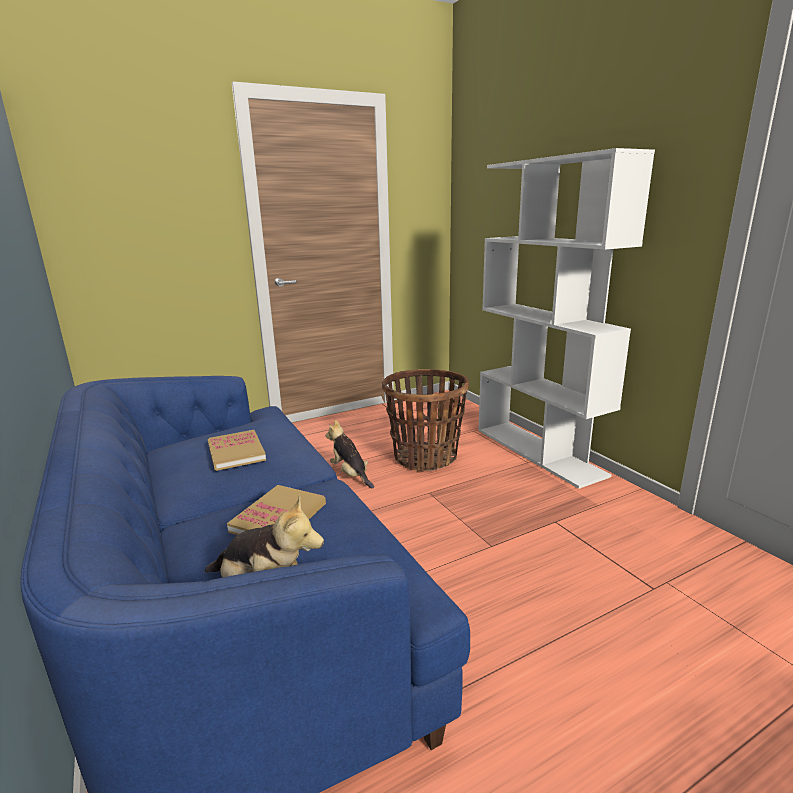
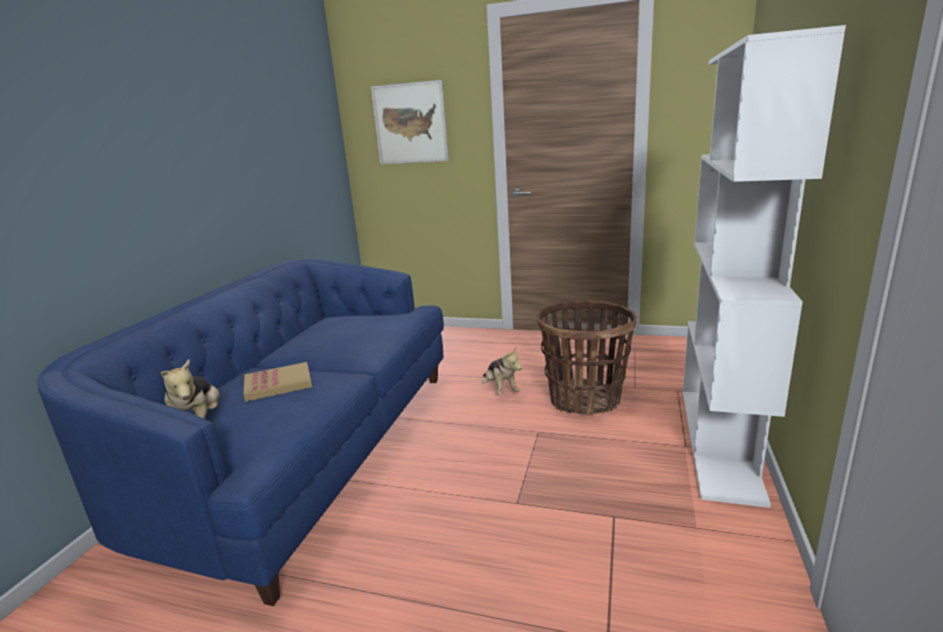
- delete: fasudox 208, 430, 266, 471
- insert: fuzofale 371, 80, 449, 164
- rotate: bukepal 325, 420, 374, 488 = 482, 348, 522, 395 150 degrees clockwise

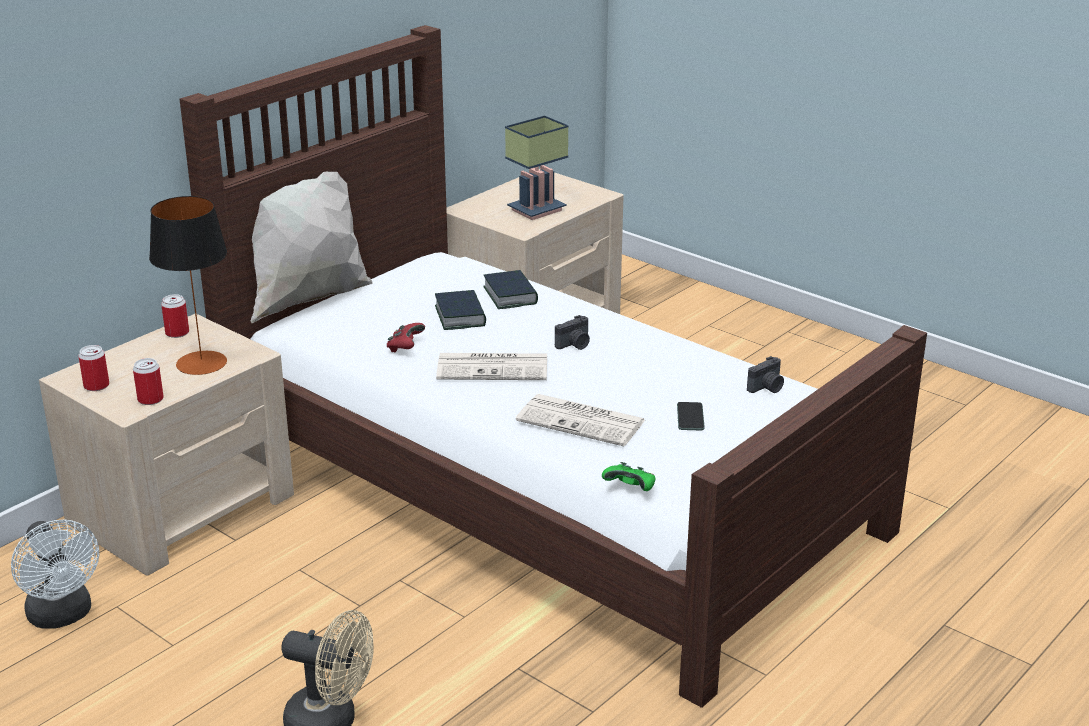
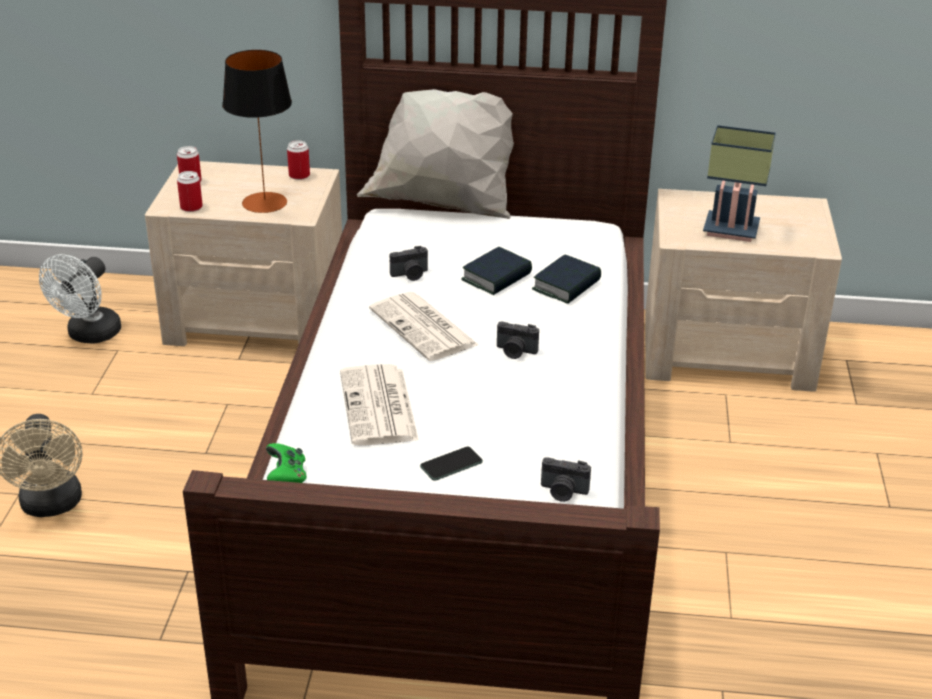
- replace: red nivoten 387, 323, 425, 352 to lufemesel 390, 246, 428, 281

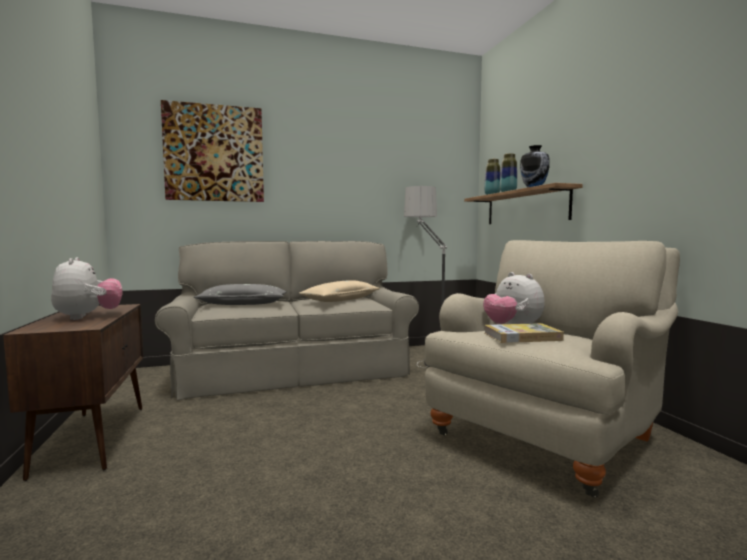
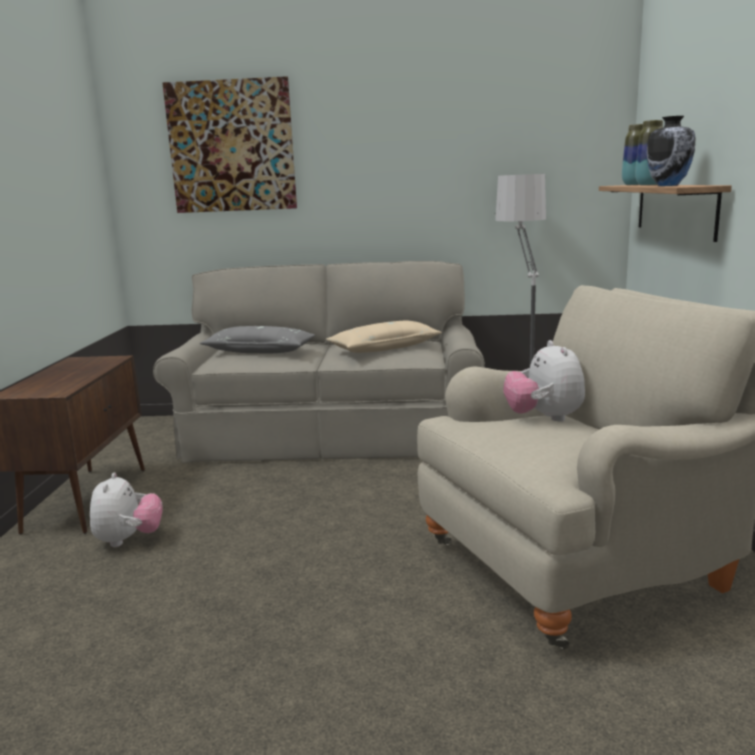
- delete: fasudox 485, 323, 564, 343
- move: bukepal 51, 257, 122, 320 to 90, 472, 163, 547

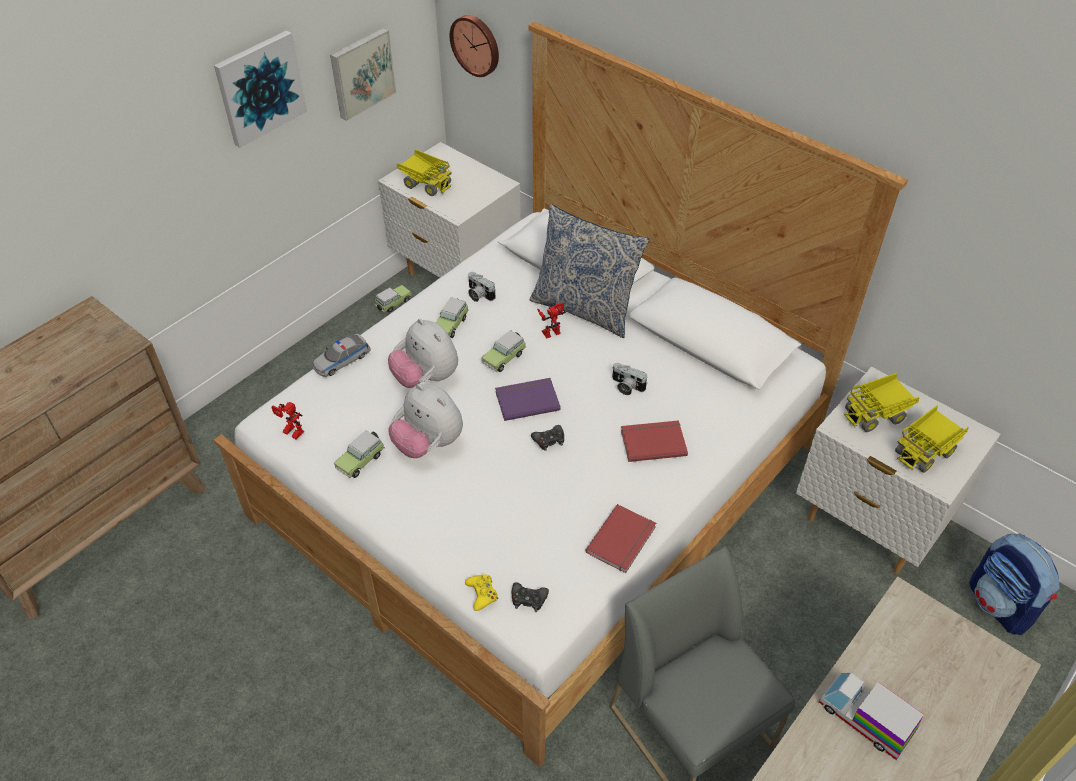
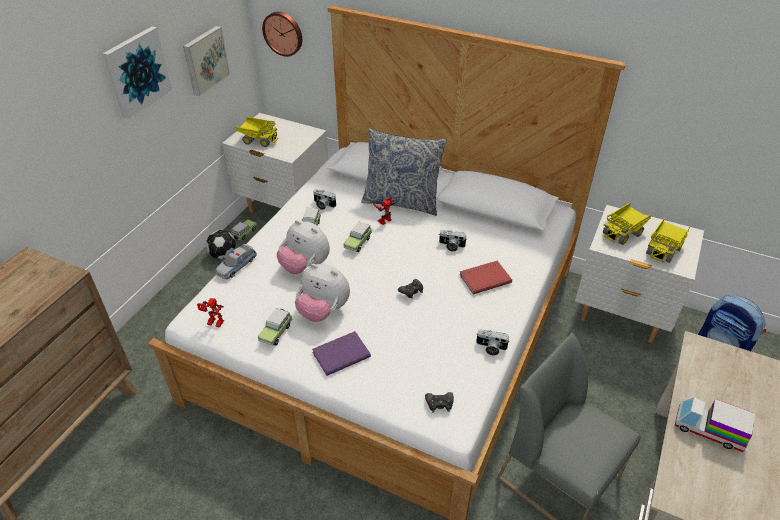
- delete: yellow nivoten 465, 574, 498, 611
- insert: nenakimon 206, 230, 236, 259
- move: purple fasudox 495, 378, 561, 421 to 312, 331, 371, 376
- replace: red fasudox 586, 504, 656, 573 to lufemesel 476, 329, 510, 356

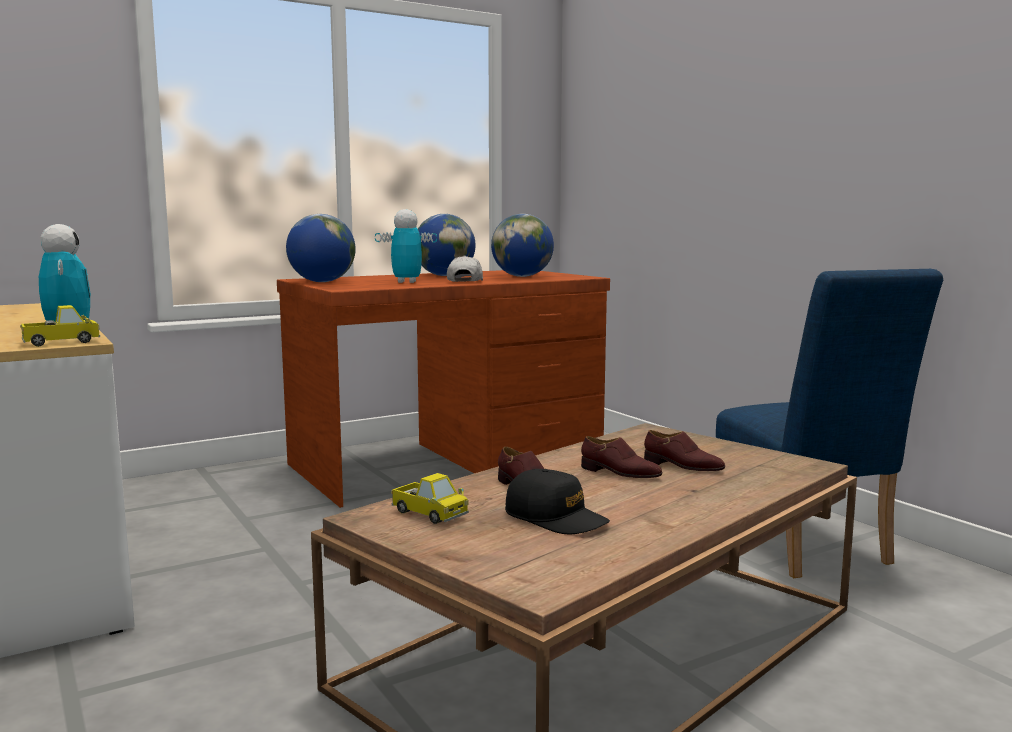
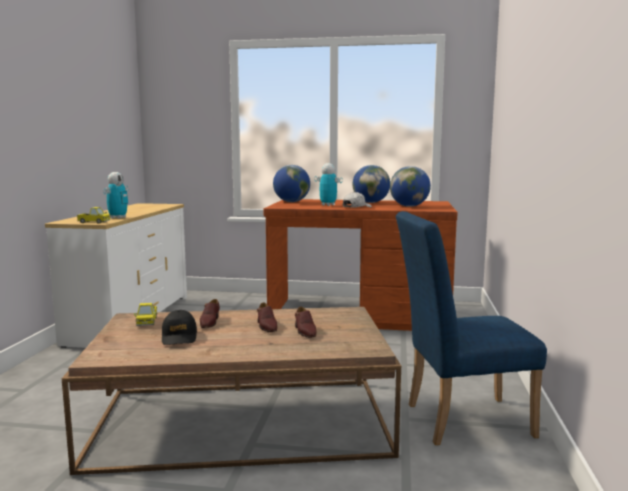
- rotate: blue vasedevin 716, 269, 943, 578 = 396, 211, 547, 445 60 degrees clockwise

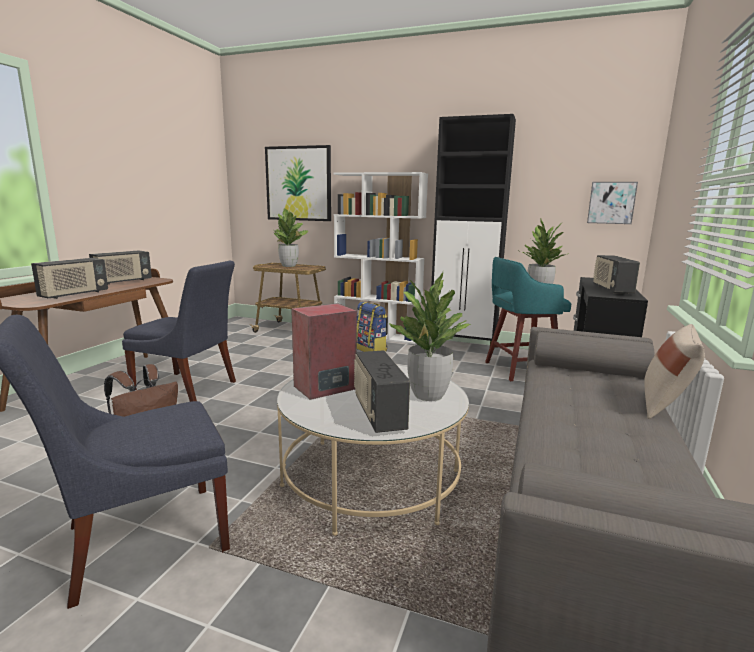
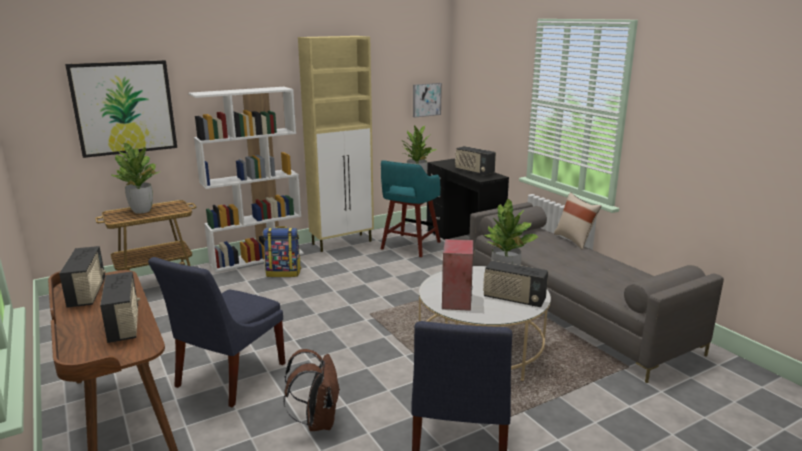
- recolor: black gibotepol 431, 114, 516, 345 to beige gibotepol 298, 36, 374, 252
- rotate: blue vasedevin 122, 261, 236, 402 = 148, 257, 285, 407 150 degrees clockwise

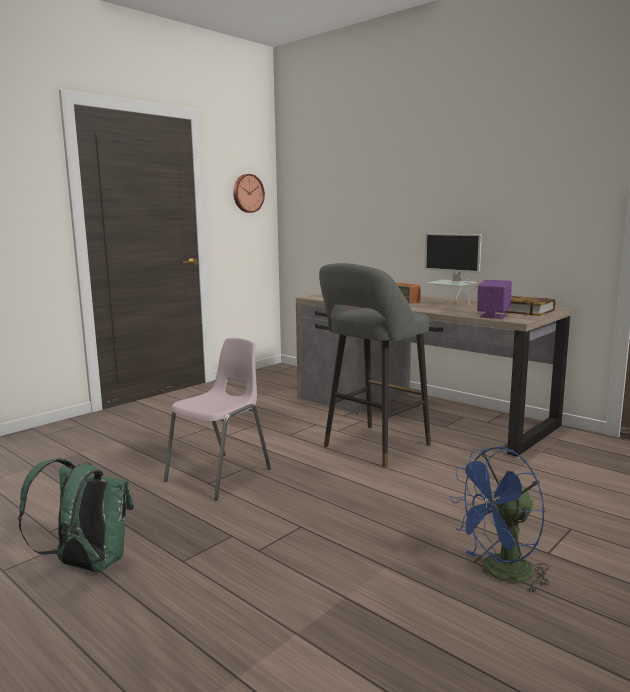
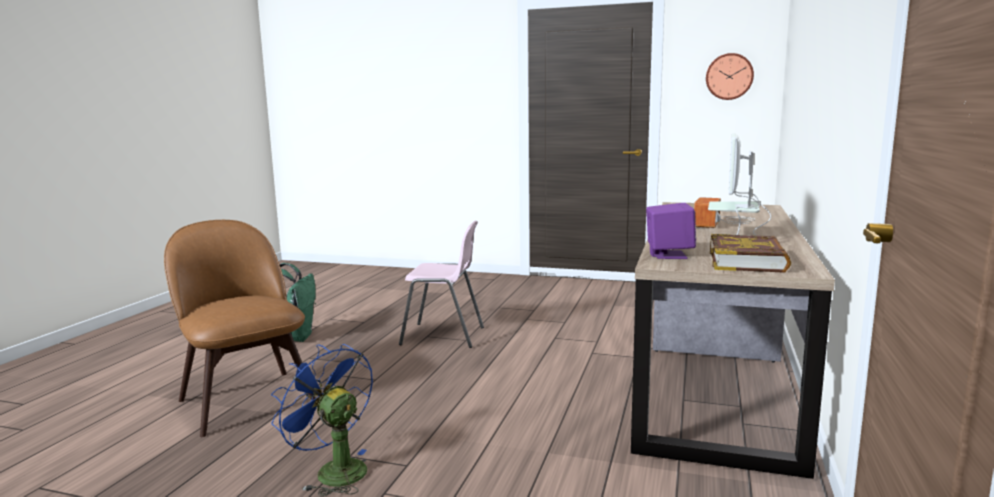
- delete: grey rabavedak 319, 263, 431, 467
- insert: brown vasedevin 164, 220, 316, 437

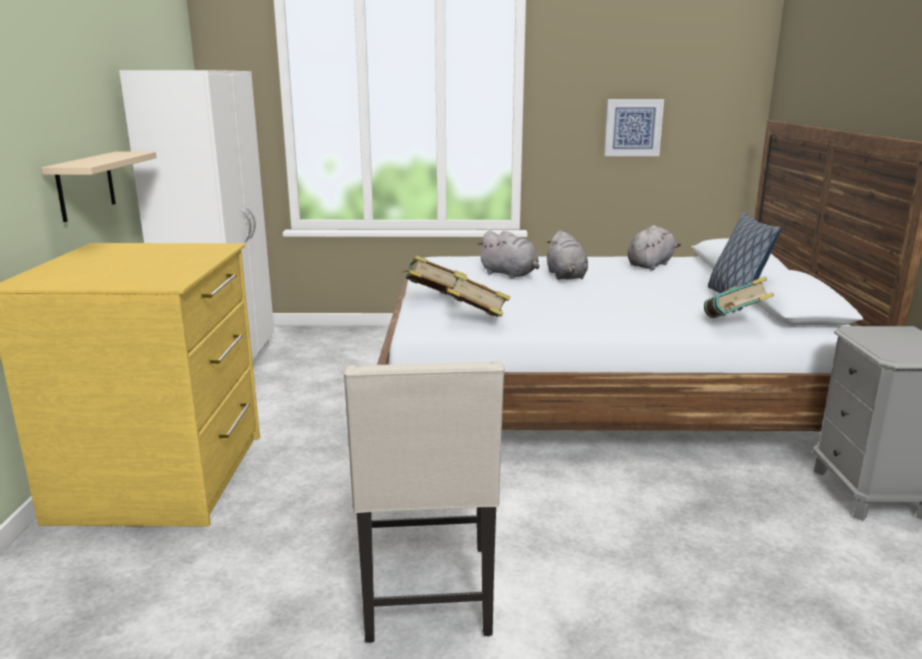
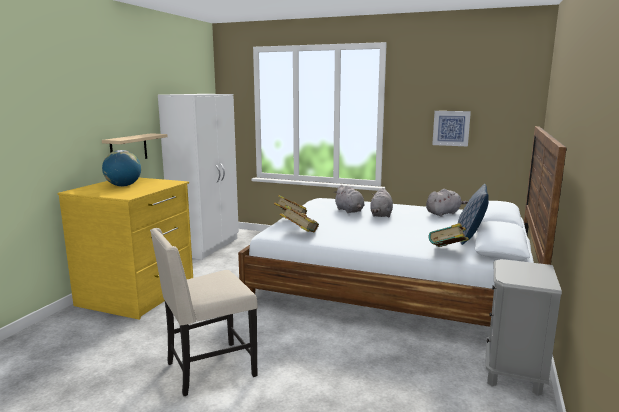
- insert: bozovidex 102, 150, 141, 187
- rotate: beige vasedevin 343, 361, 505, 643 = 150, 228, 258, 396 45 degrees clockwise

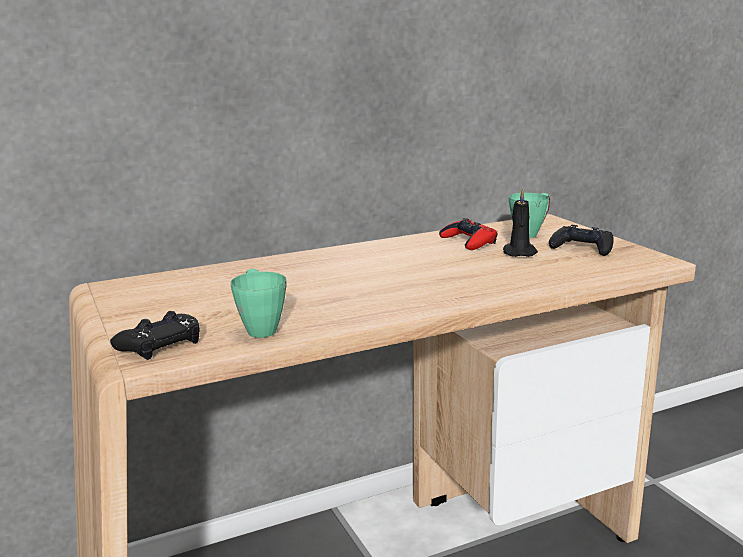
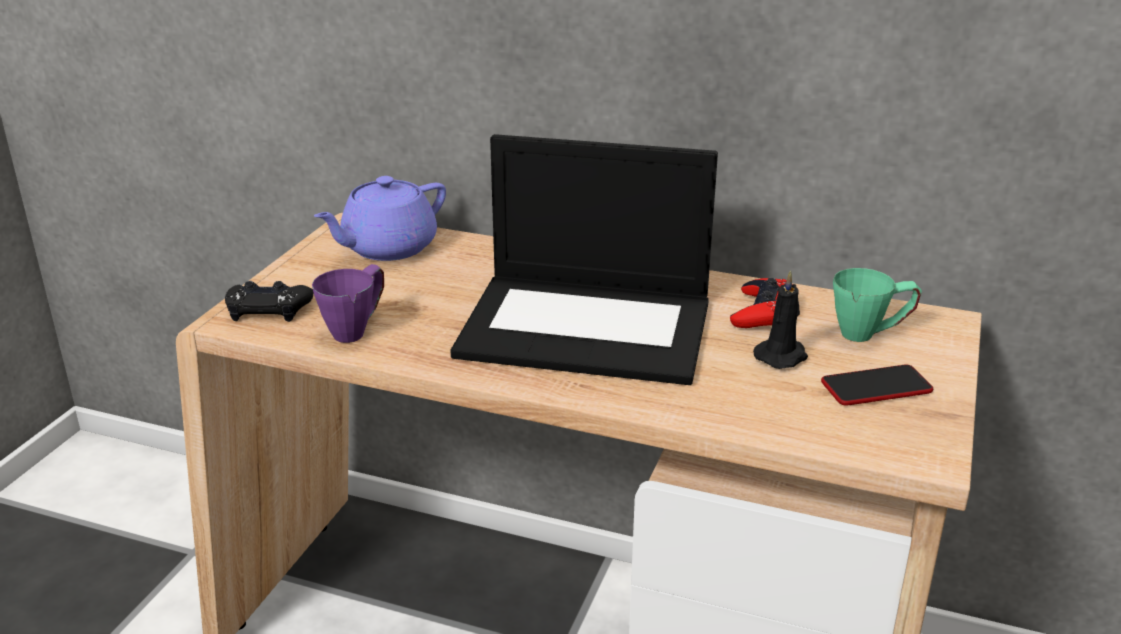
- insert: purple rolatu 314, 176, 446, 261
- insert: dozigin 450, 134, 718, 385
- replace: black nivoten 549, 225, 614, 256 to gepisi 821, 365, 933, 406
- recolor: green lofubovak 231, 269, 287, 338 to purple lofubovak 312, 264, 384, 343

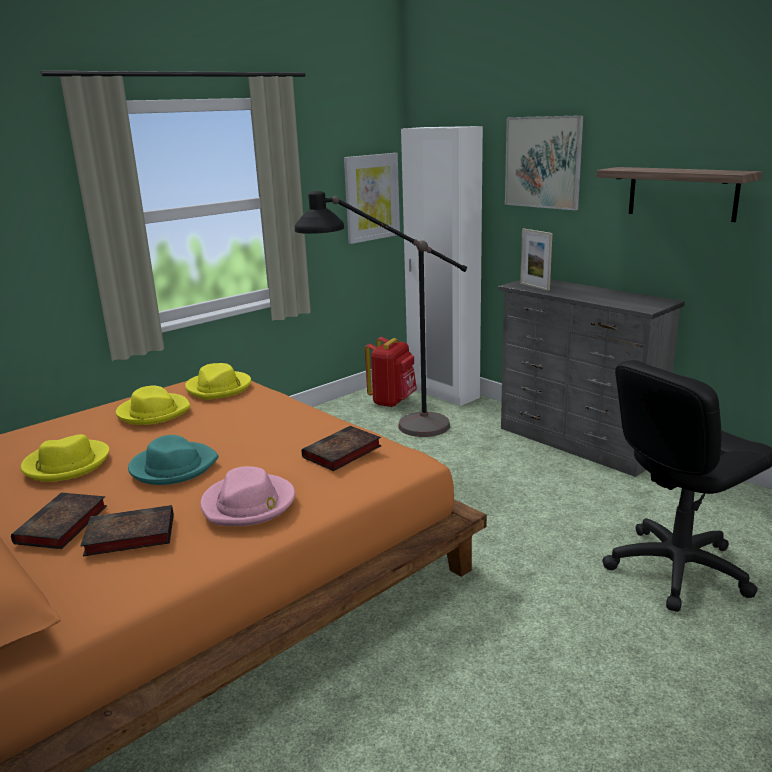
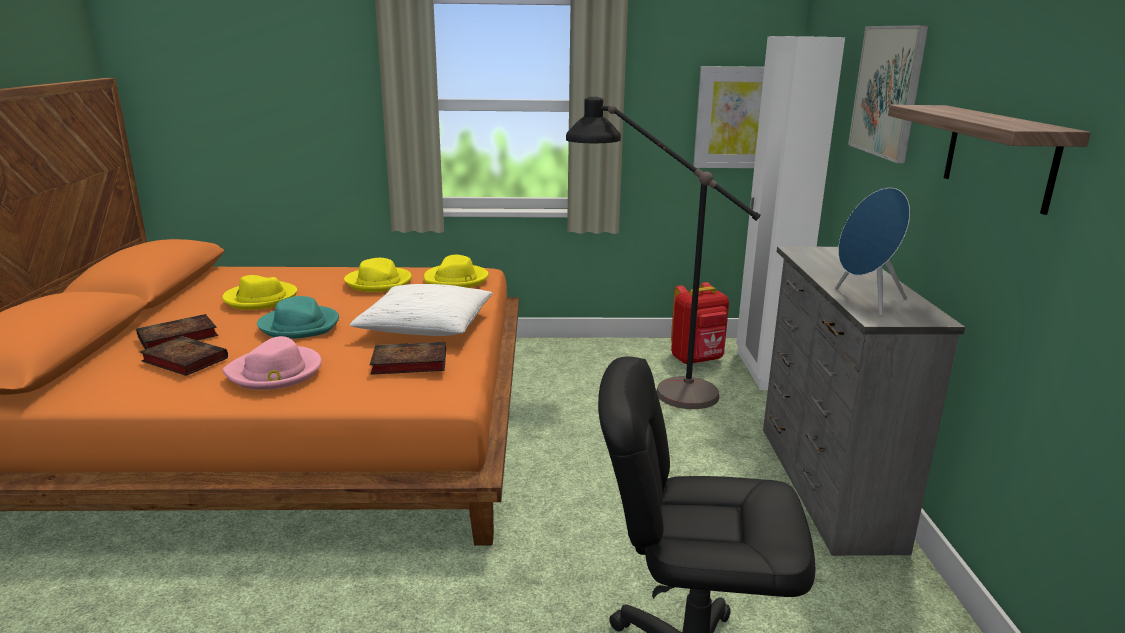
- delete: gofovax 520, 229, 552, 291
- insert: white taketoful 350, 284, 493, 336
- insert: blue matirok 835, 188, 910, 316

